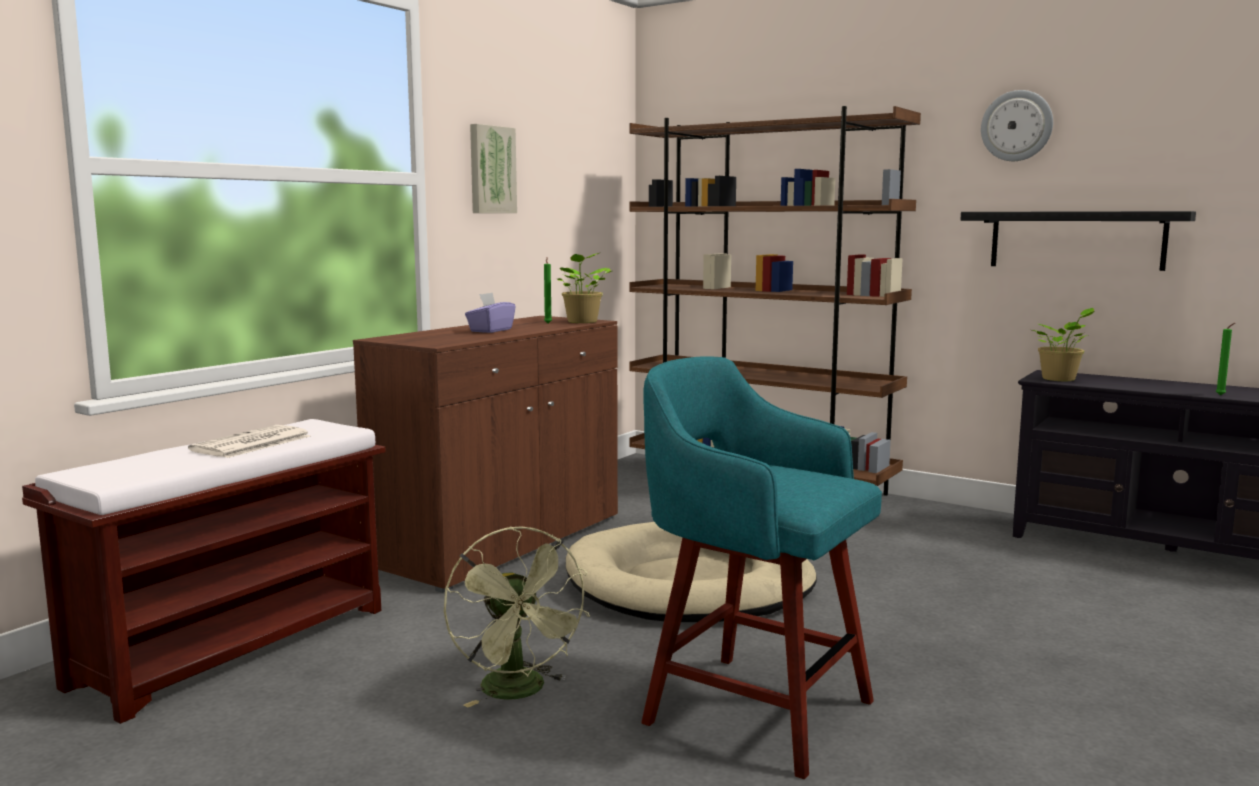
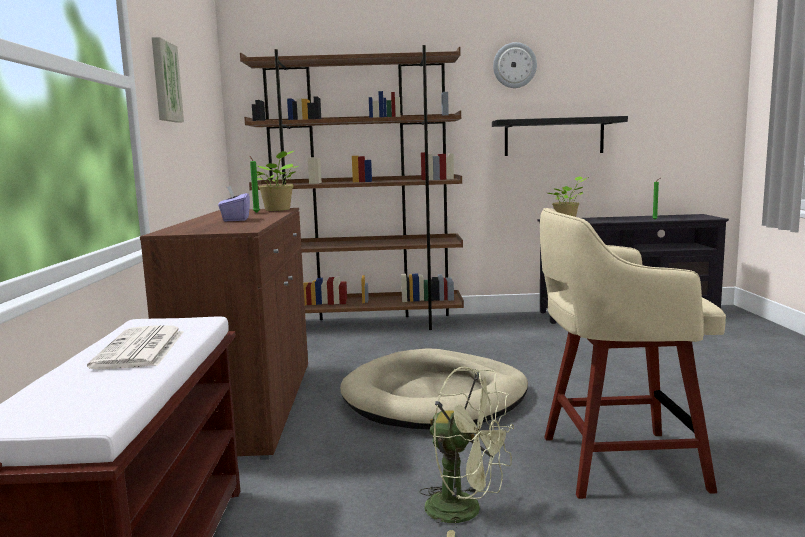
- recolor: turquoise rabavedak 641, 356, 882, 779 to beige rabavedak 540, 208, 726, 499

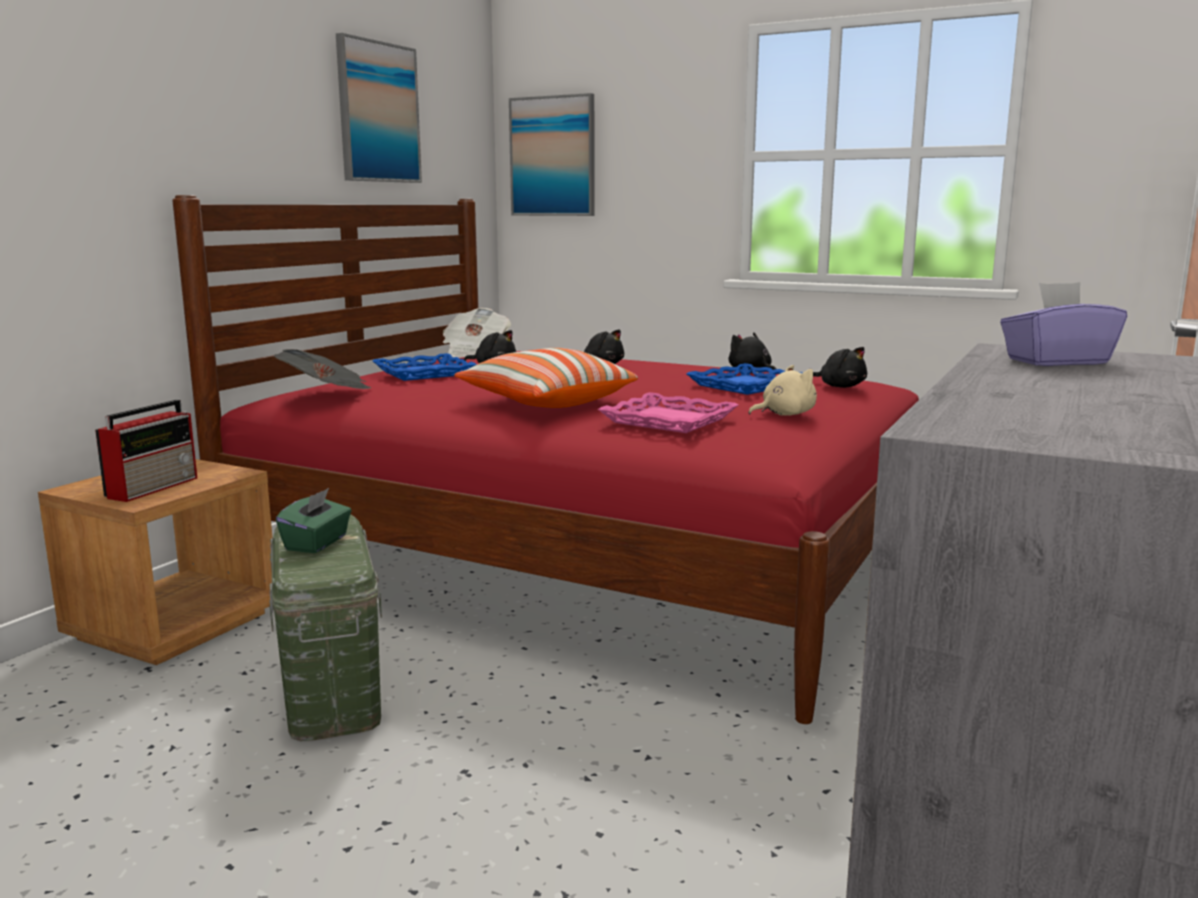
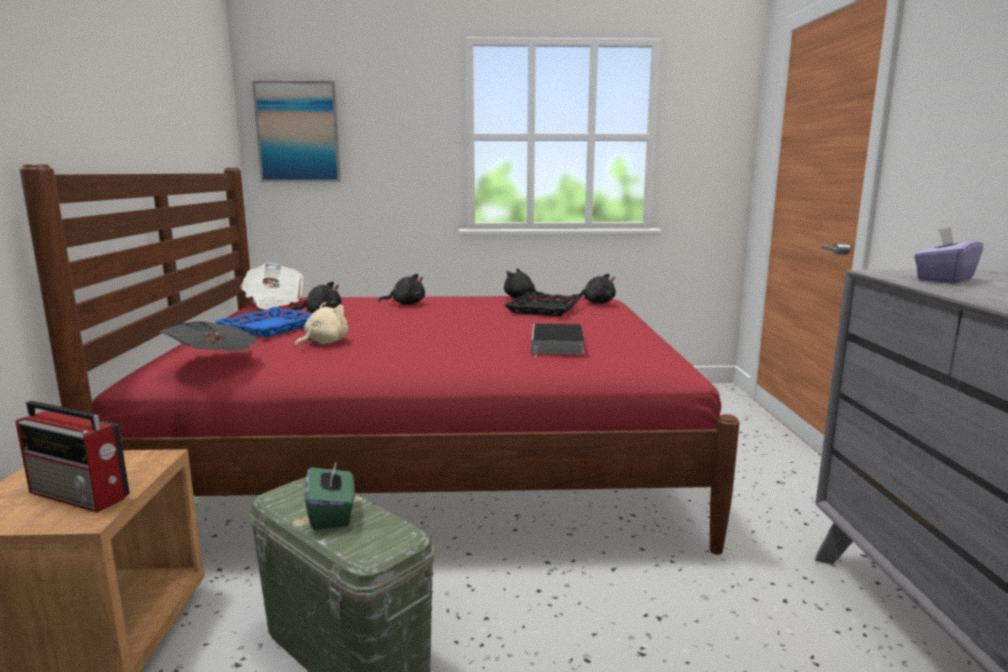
- delete: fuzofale 336, 33, 422, 183
- delete: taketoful 454, 348, 638, 408
- move: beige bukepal 749, 365, 817, 415 to 295, 302, 348, 347
- replace: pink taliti 598, 392, 738, 433 to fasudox 531, 324, 585, 357
- recolor: blue taliti 687, 363, 803, 395 to black taliti 505, 292, 582, 316
- rotate: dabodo 95, 400, 197, 502 = 15, 401, 130, 512 120 degrees clockwise

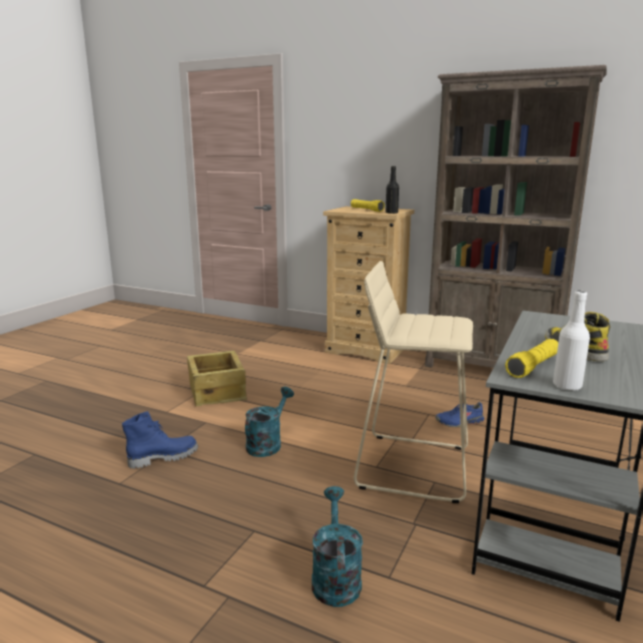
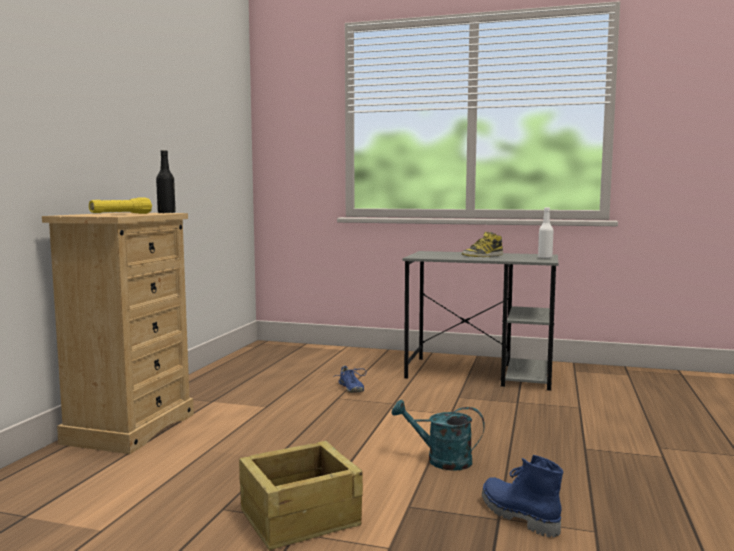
- delete: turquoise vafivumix 312, 486, 363, 607
- delete: beige rabavedak 354, 261, 473, 503
- delete: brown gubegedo 425, 65, 607, 368
- delete: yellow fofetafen 505, 339, 558, 378

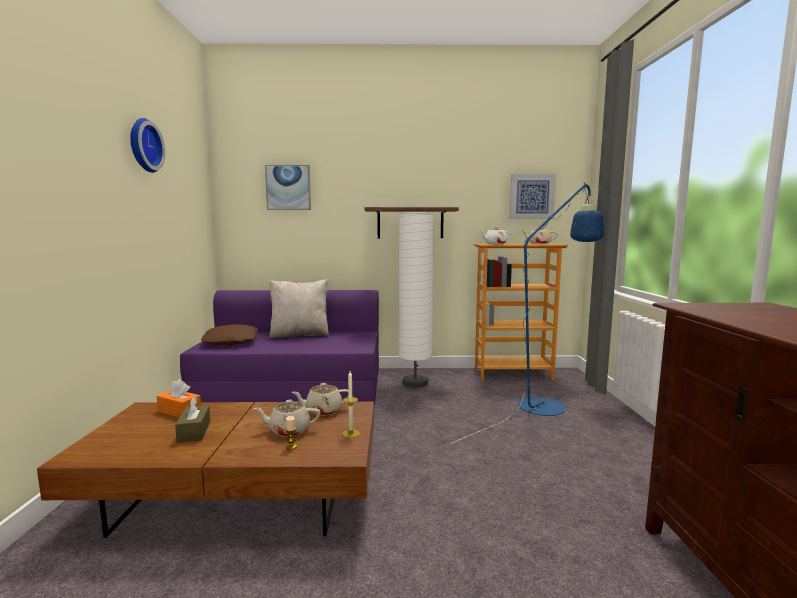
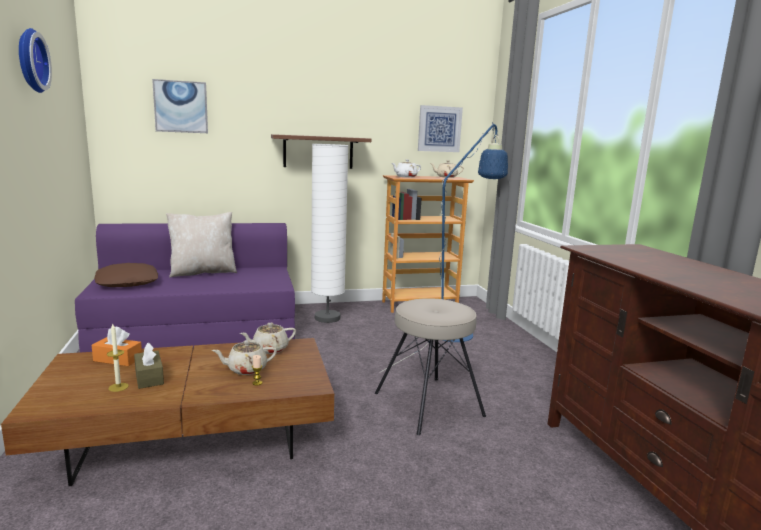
- insert: beige rabavedak 375, 298, 486, 435
- move: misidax 342, 372, 360, 438 to 107, 324, 129, 392

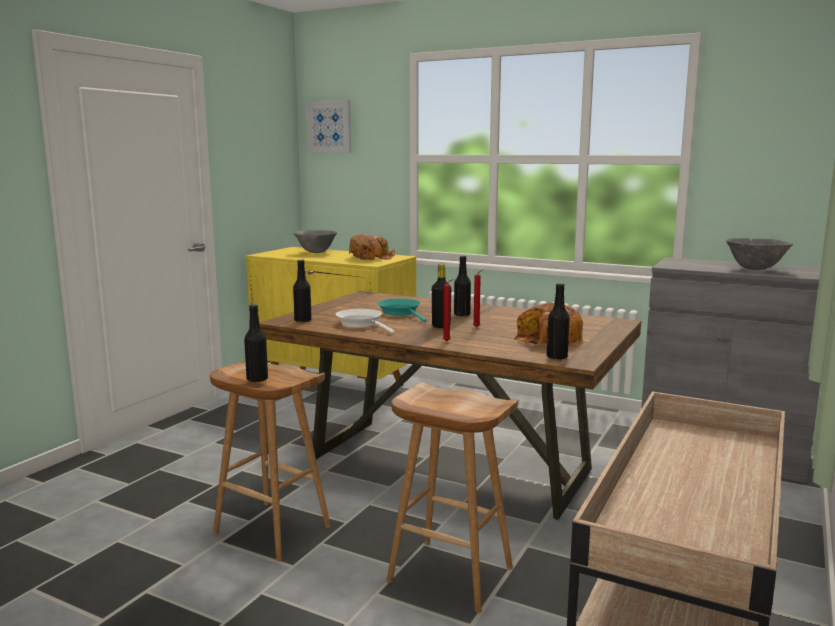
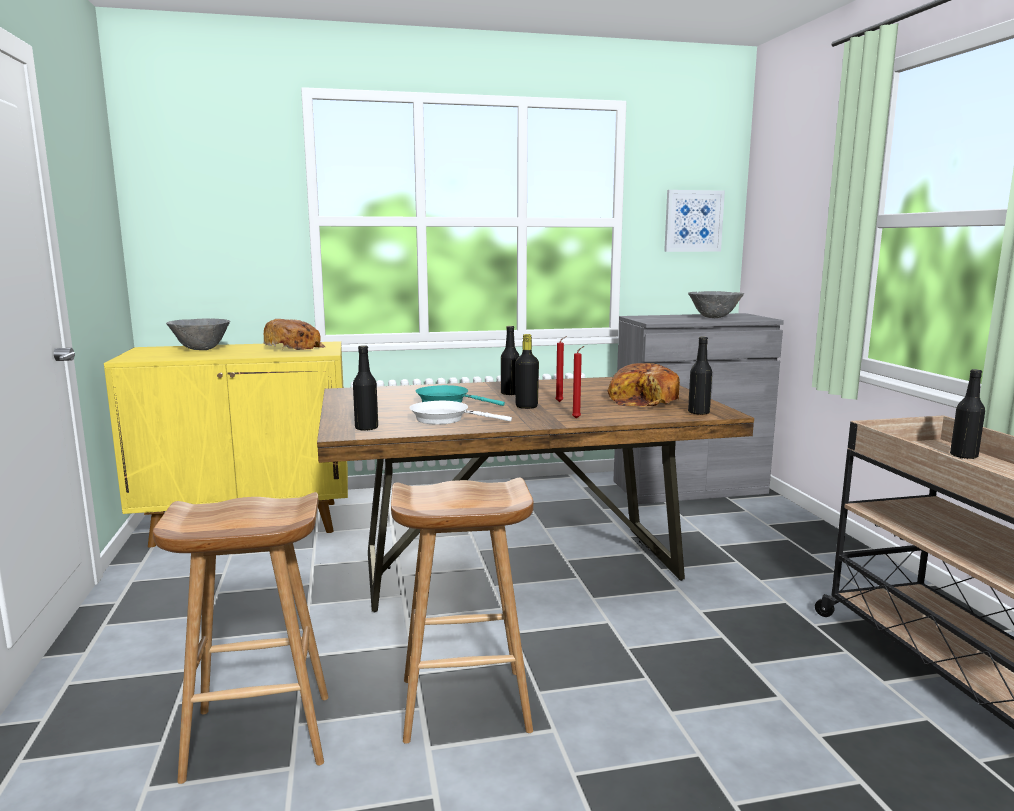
- move: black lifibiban 244, 304, 268, 383 to 950, 369, 985, 459
- move: fuzofale 306, 100, 351, 153 to 664, 190, 725, 252
- move: brown rabavedak 386, 382, 518, 613 to 153, 492, 328, 784

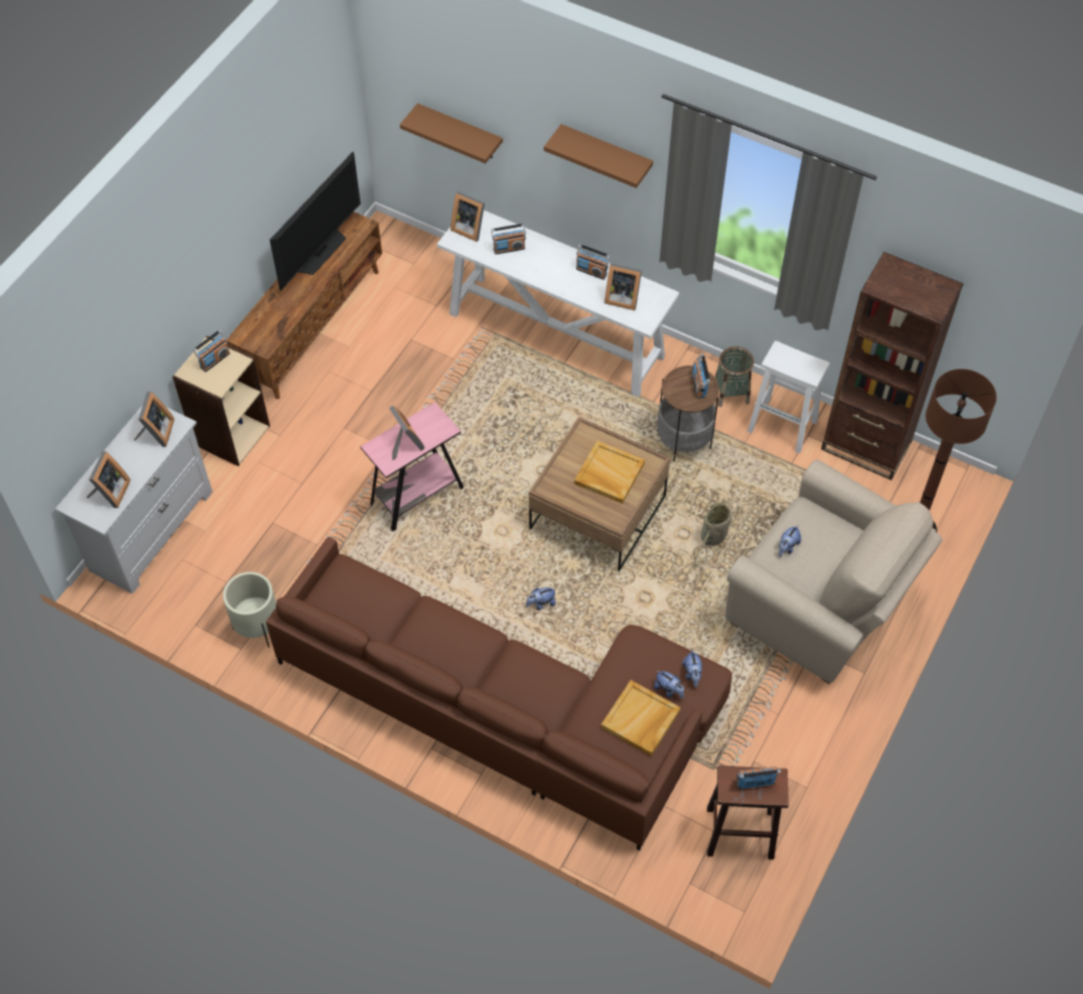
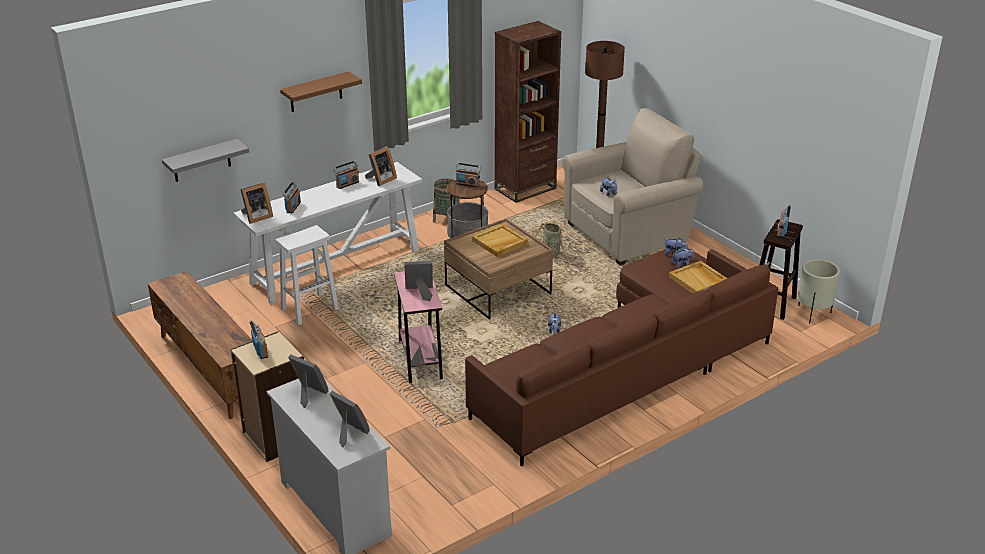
- delete: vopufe 270, 152, 361, 290
- move: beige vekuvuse 223, 572, 276, 648 to 797, 259, 840, 324
- move: white rabavedak 747, 341, 830, 454 to 275, 225, 339, 325
- recolor: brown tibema 400, 103, 503, 164 to grey tibema 162, 139, 249, 182

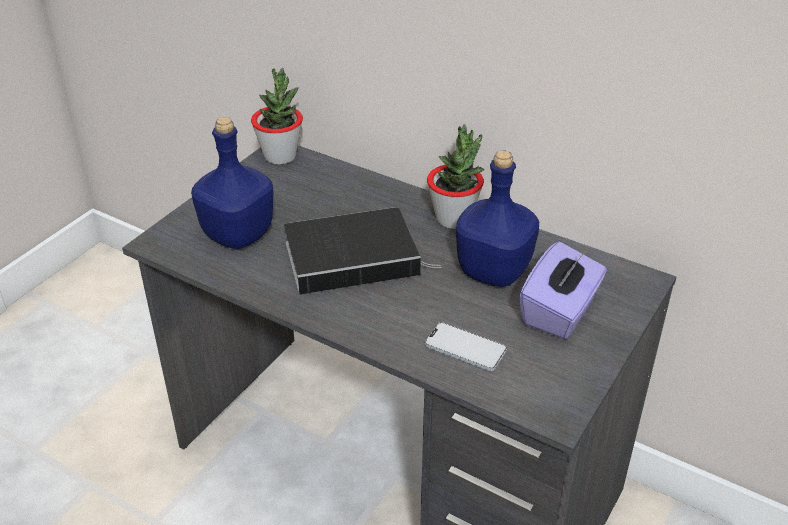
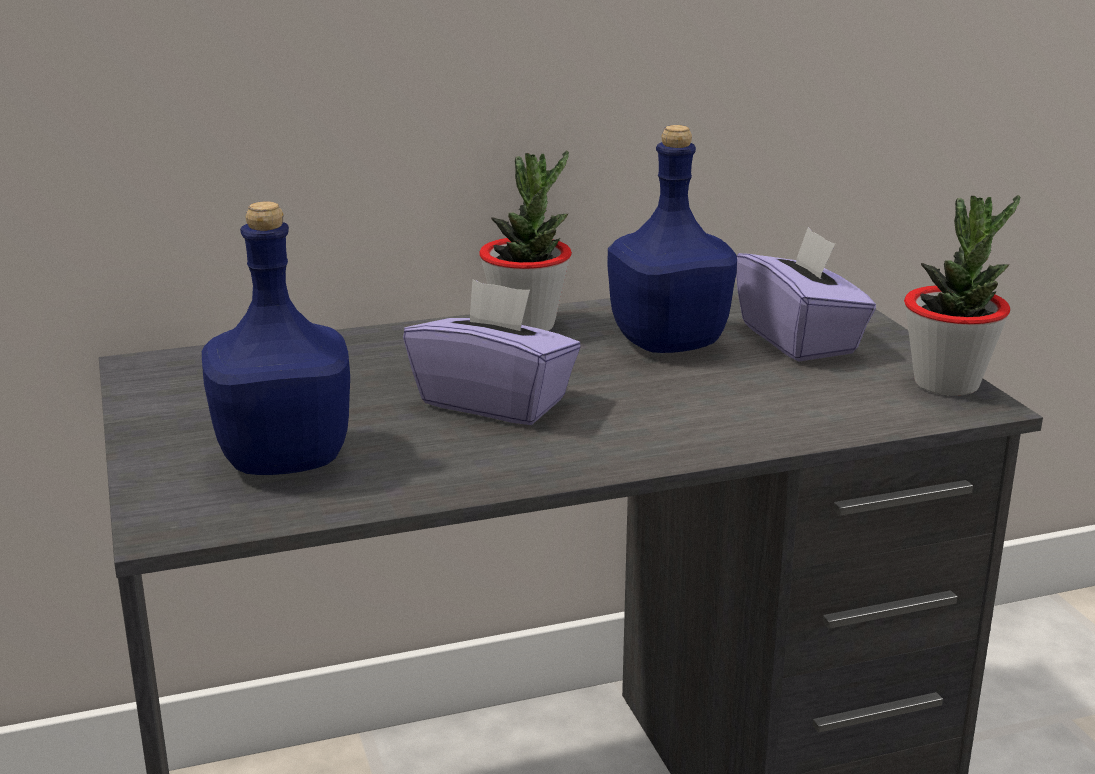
- delete: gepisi 425, 322, 507, 371
- move: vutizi 251, 68, 303, 164 to 904, 195, 1020, 396
- replace: fasudox 284, 207, 442, 295 to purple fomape 403, 279, 581, 425

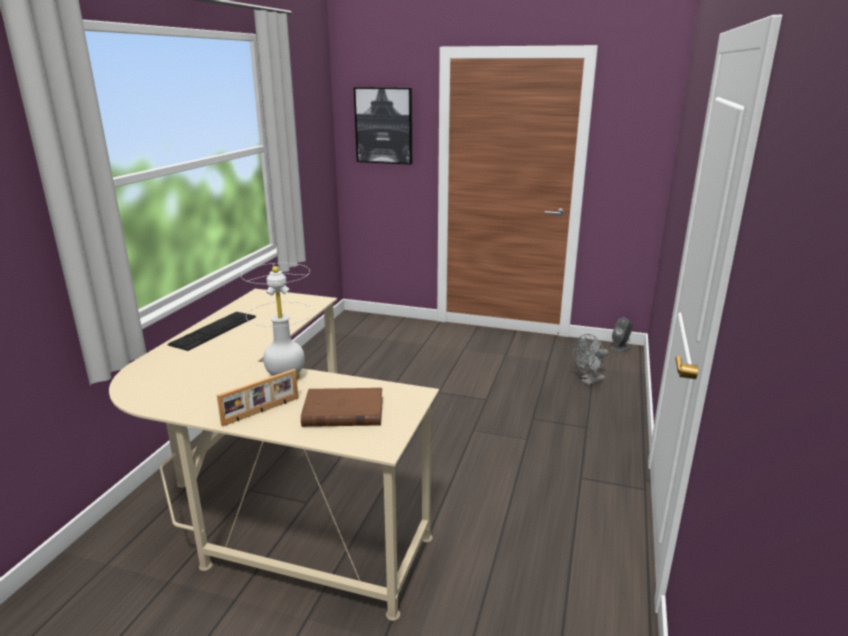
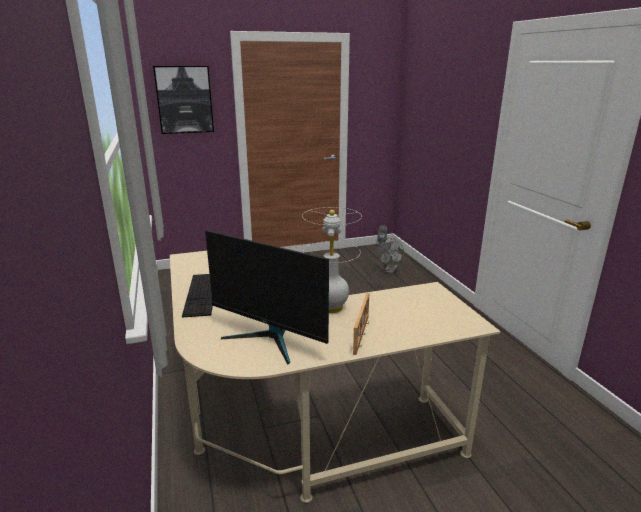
- delete: brown fasudox 301, 388, 383, 427
- insert: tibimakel 205, 230, 329, 365

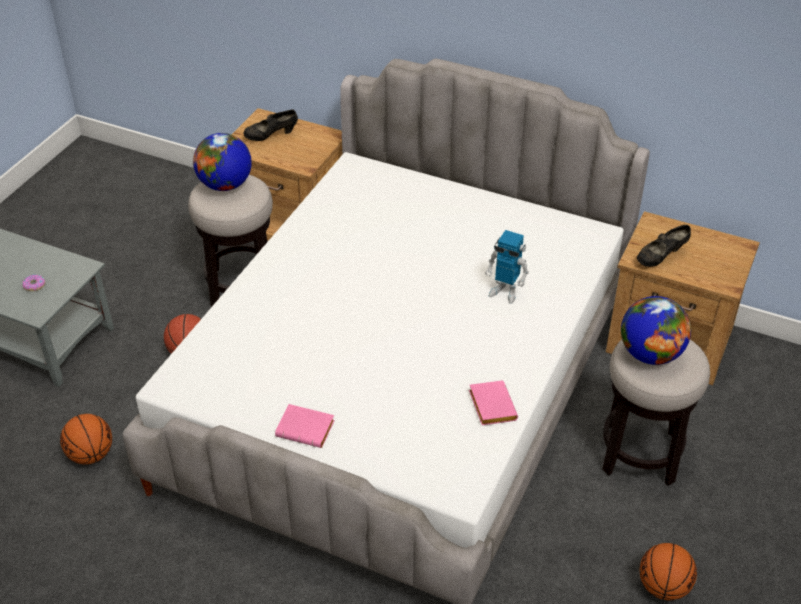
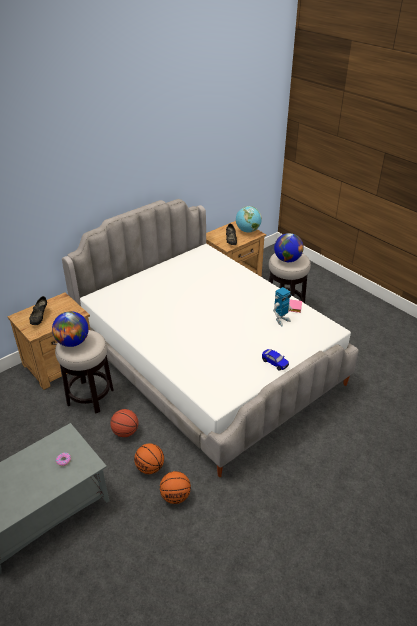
- insert: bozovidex 236, 206, 262, 233
- move: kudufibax 485, 230, 529, 304 to 273, 287, 292, 326
- move: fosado 640, 543, 697, 600 to 134, 443, 164, 474
- replace: pink fasudox 275, 404, 335, 448 to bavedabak 262, 349, 289, 371

